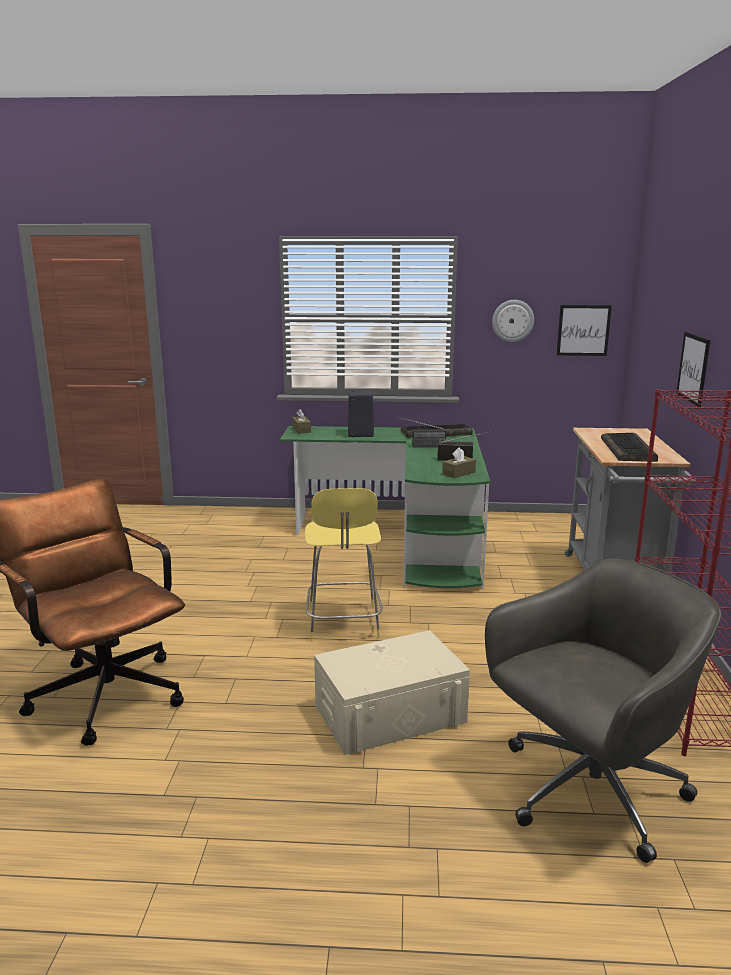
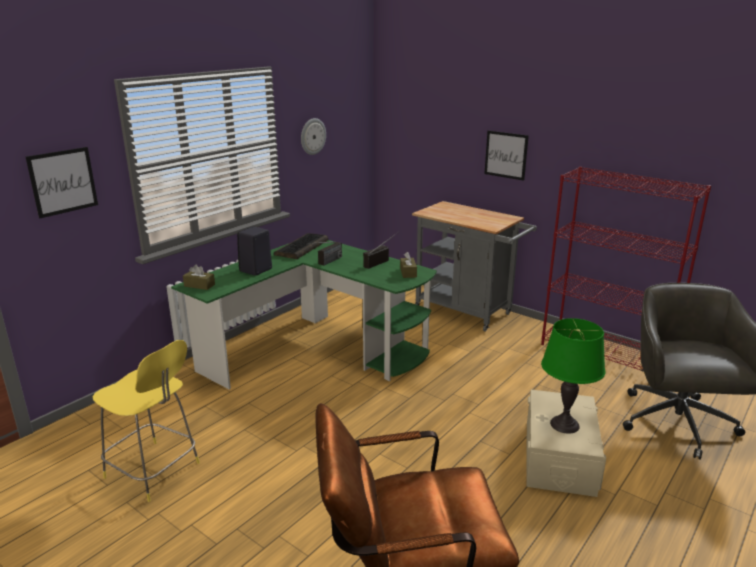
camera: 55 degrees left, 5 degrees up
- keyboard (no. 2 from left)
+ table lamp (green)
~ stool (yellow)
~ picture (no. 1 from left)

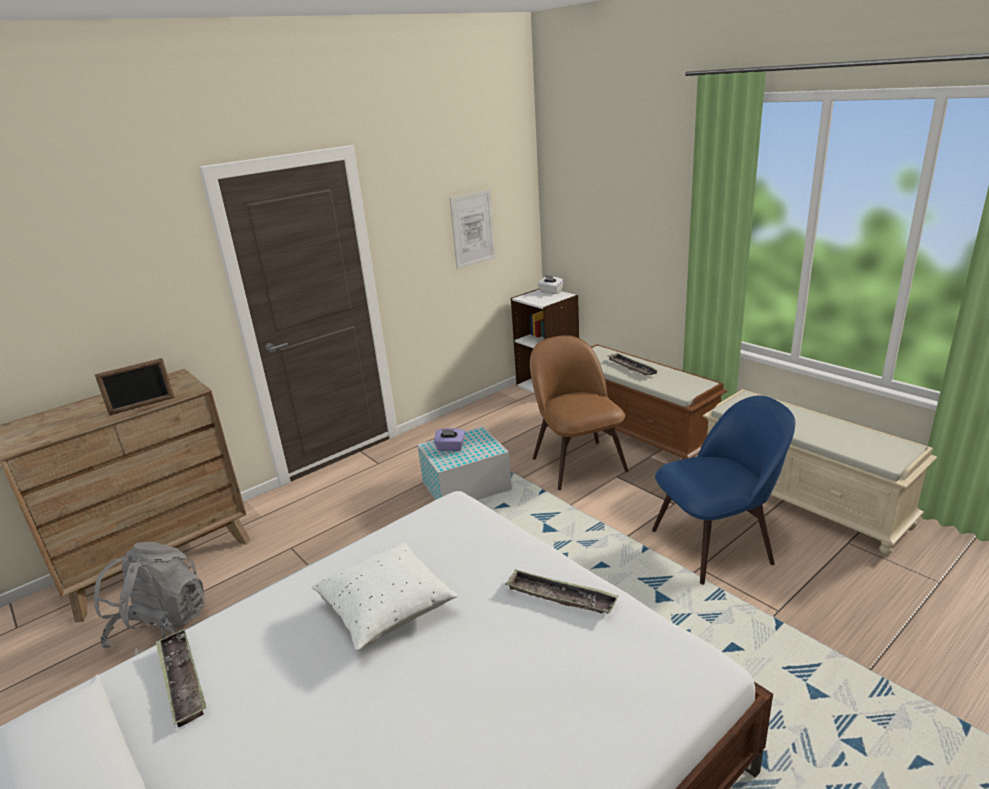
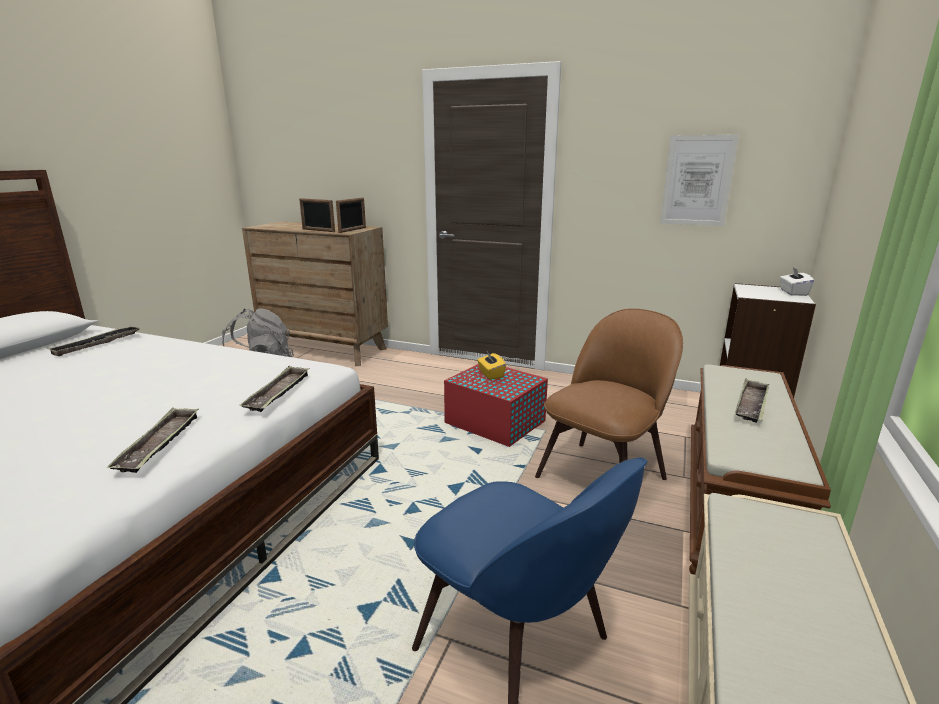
camera: 60 degrees right, 5 degrees down
- pillow (white)
+ tray (no. 3 from left)
+ picture frame (no. 2 from left)
~ storage box (white) to storage box (red)
~ tissue box (purple) to tissue box (yellow)

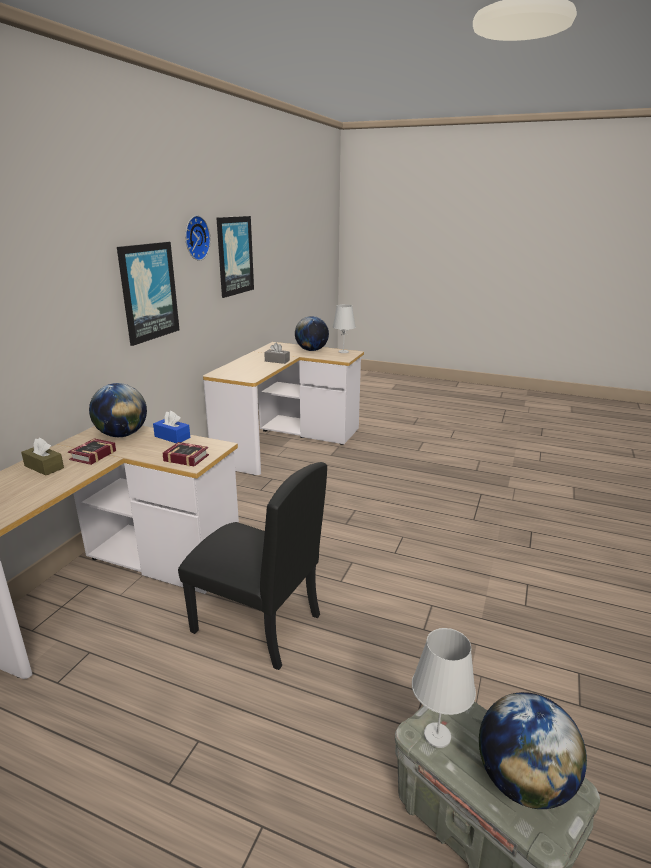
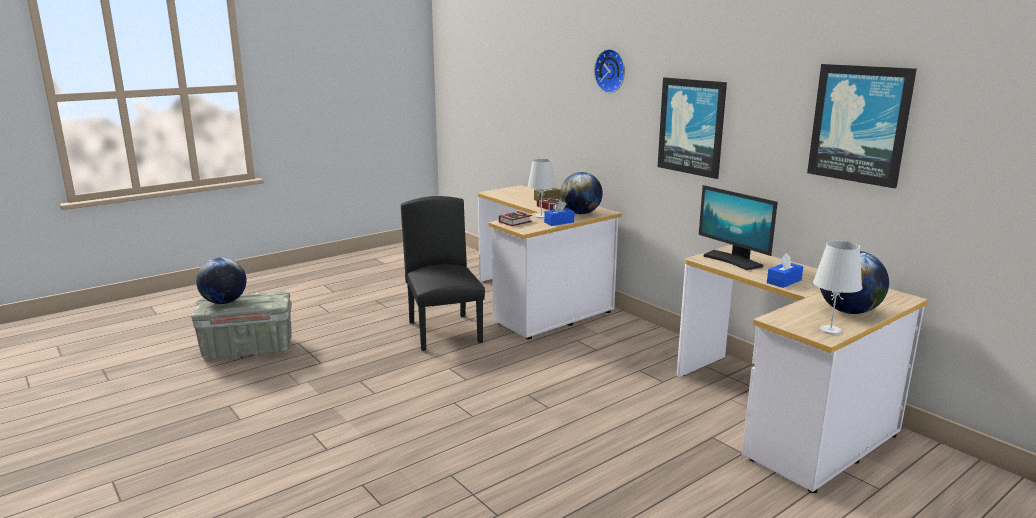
camera: 120 degrees right, 5 degrees down
+ monitor
~ wall clock
~ table lamp (white) (no. 2 from left in the first image) to table lamp (white) (no. 1 from left)
~ tissue box (grey) to tissue box (blue) (no. 2 from left)
~ chair (black) 105 degrees clockwise

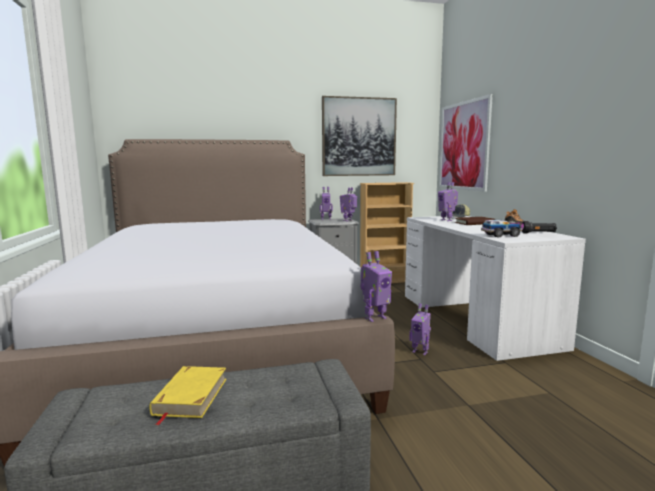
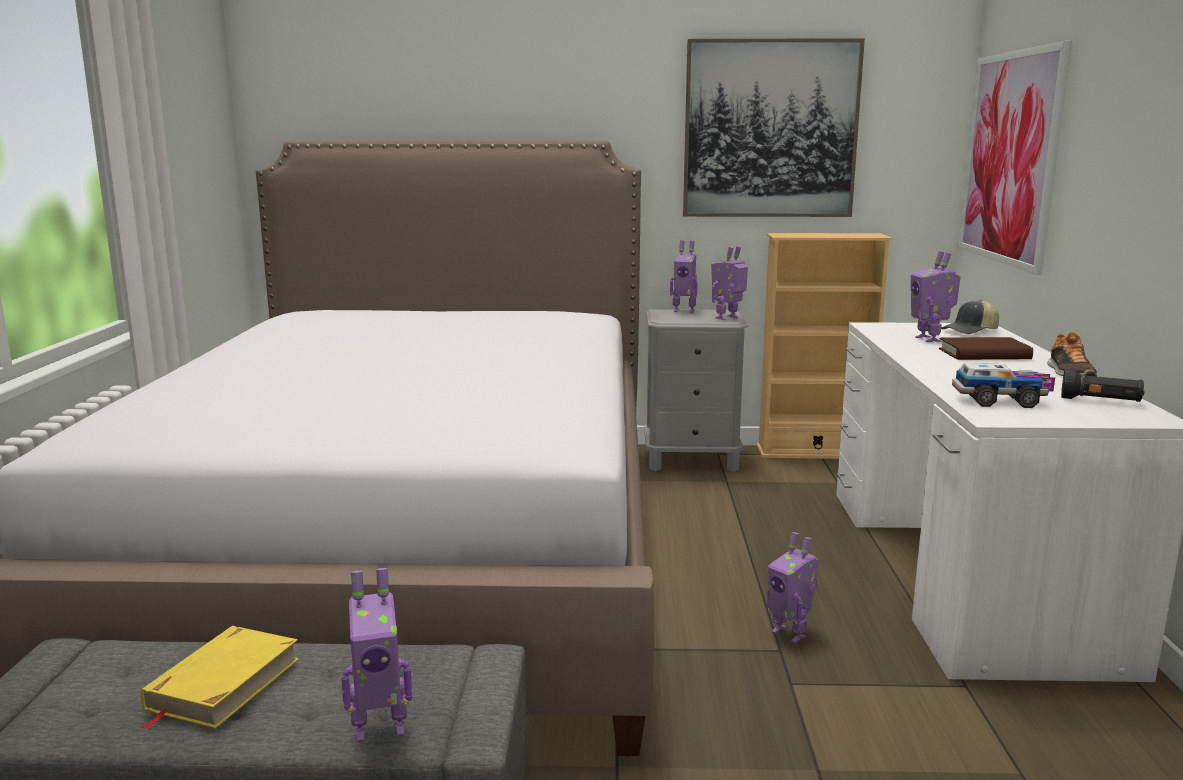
camera: 15 degrees right, 5 degrees up
~ toy robot (no. 3 from left in the first image) to toy robot (no. 1 from left)

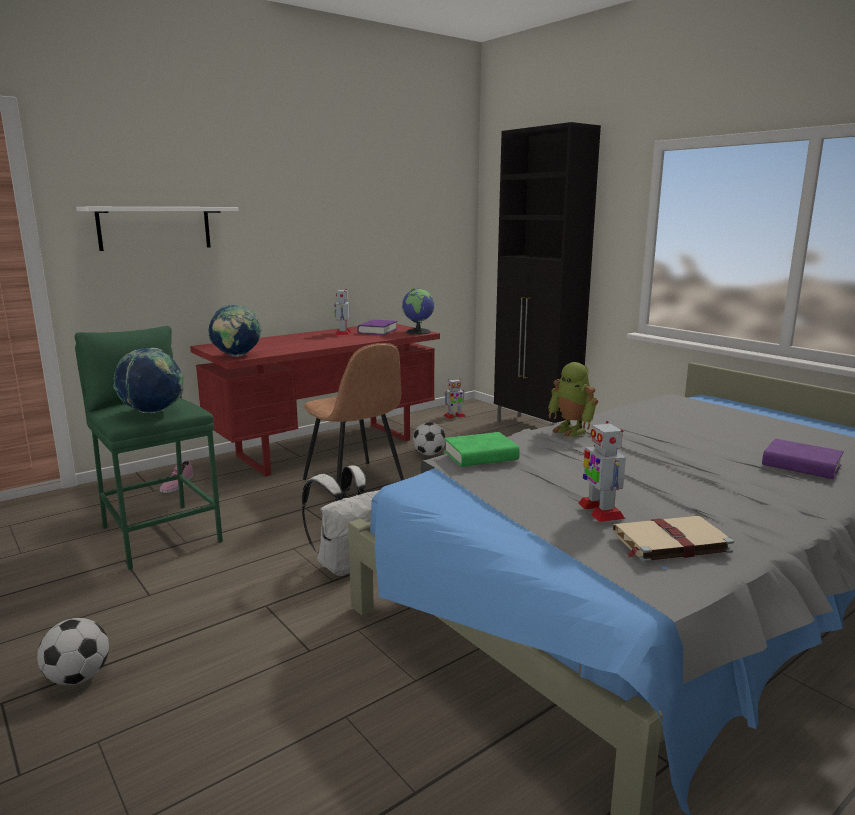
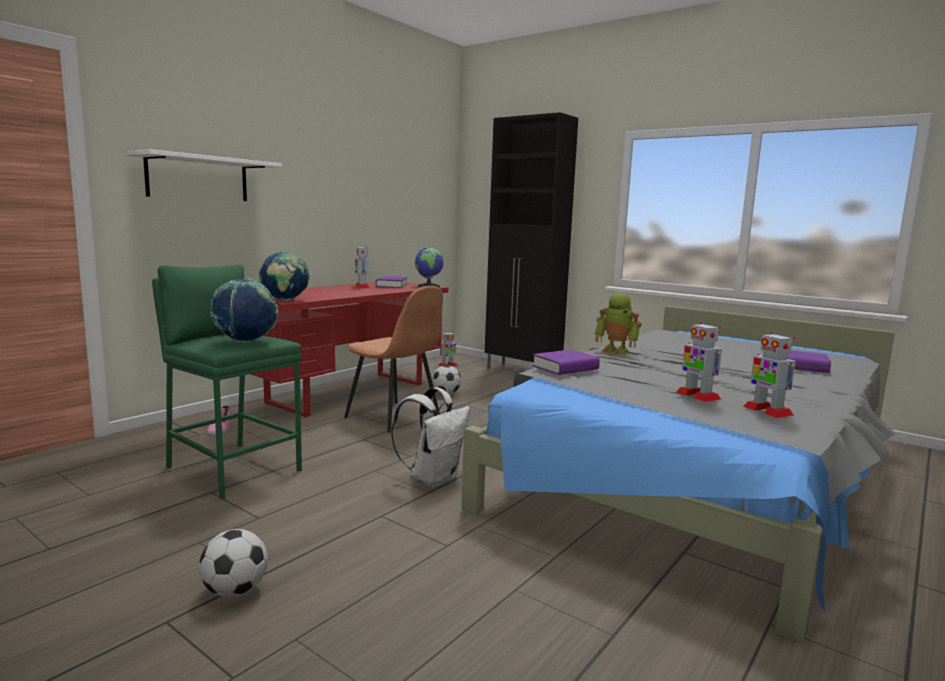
camera: 15 degrees left, 5 degrees down
~ book (beige) to toy robot (no. 5 from left)
~ book (green) to book (purple) (no. 2 from left)

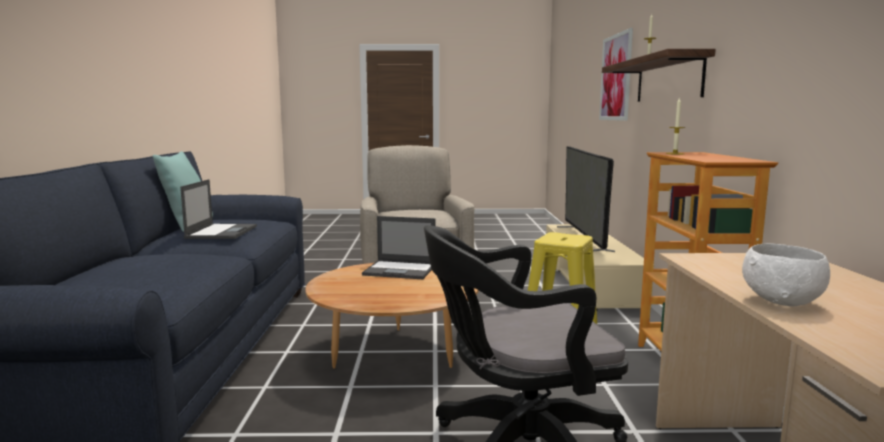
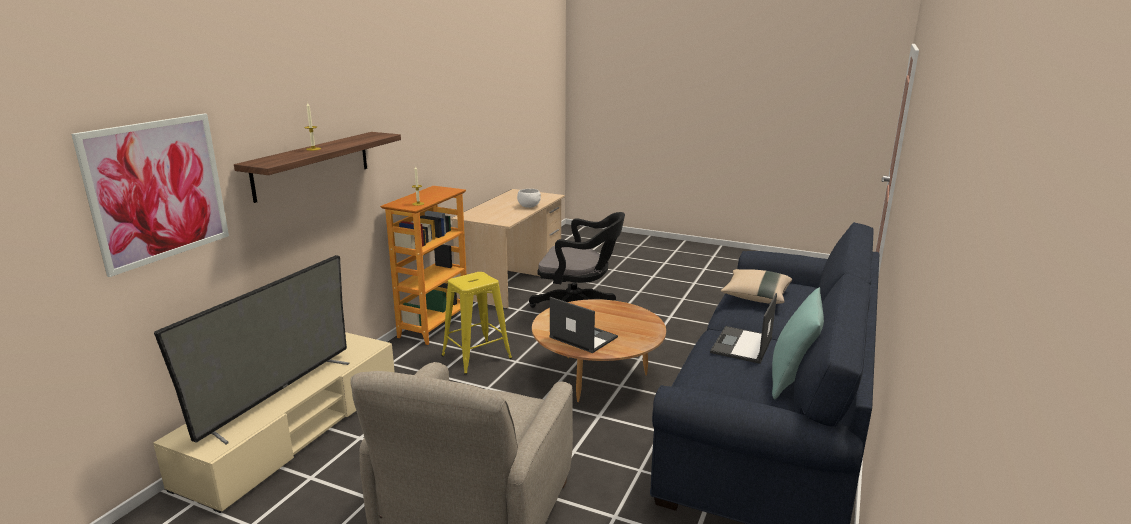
camera: 155 degrees left, 10 degrees up
+ pillow (beige)

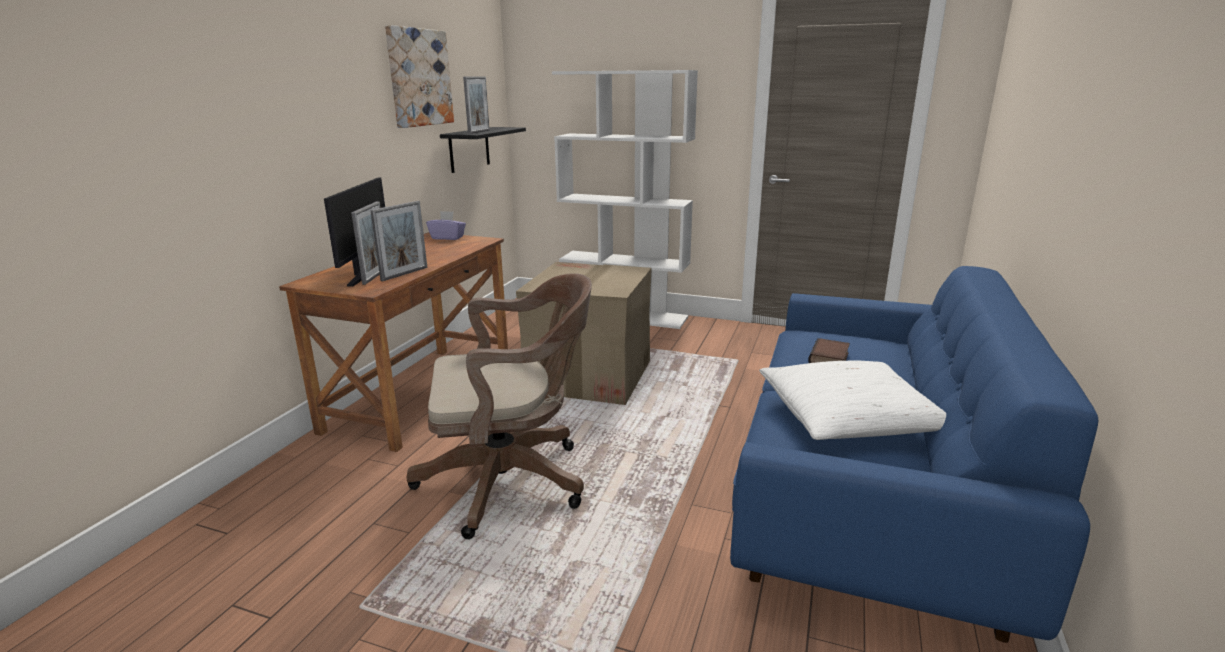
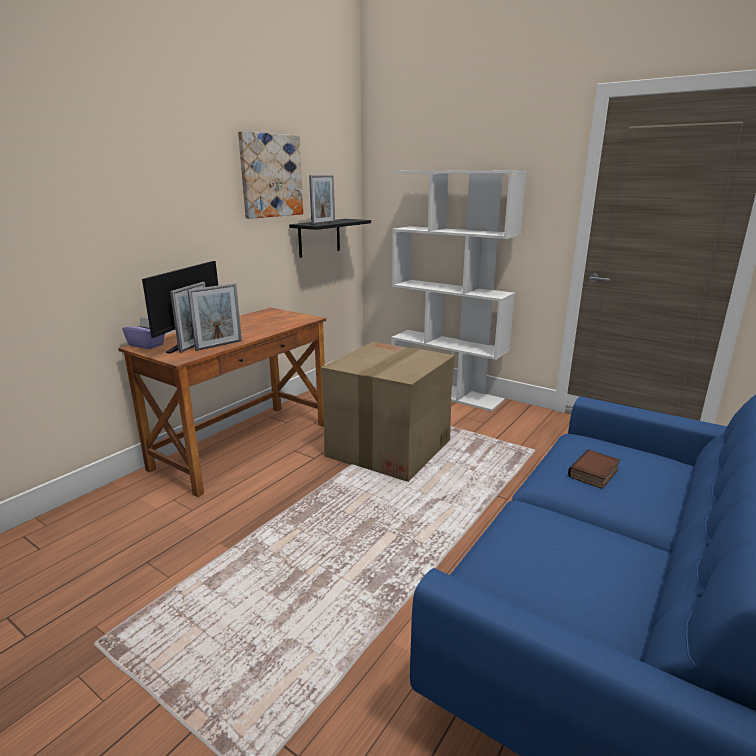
camera: 15 degrees right, 0 degrees up
- office chair (brown)
- pillow (white)
~ tissue box (purple)

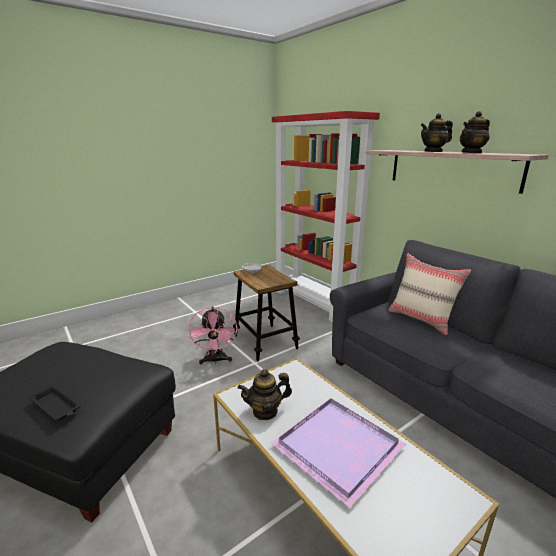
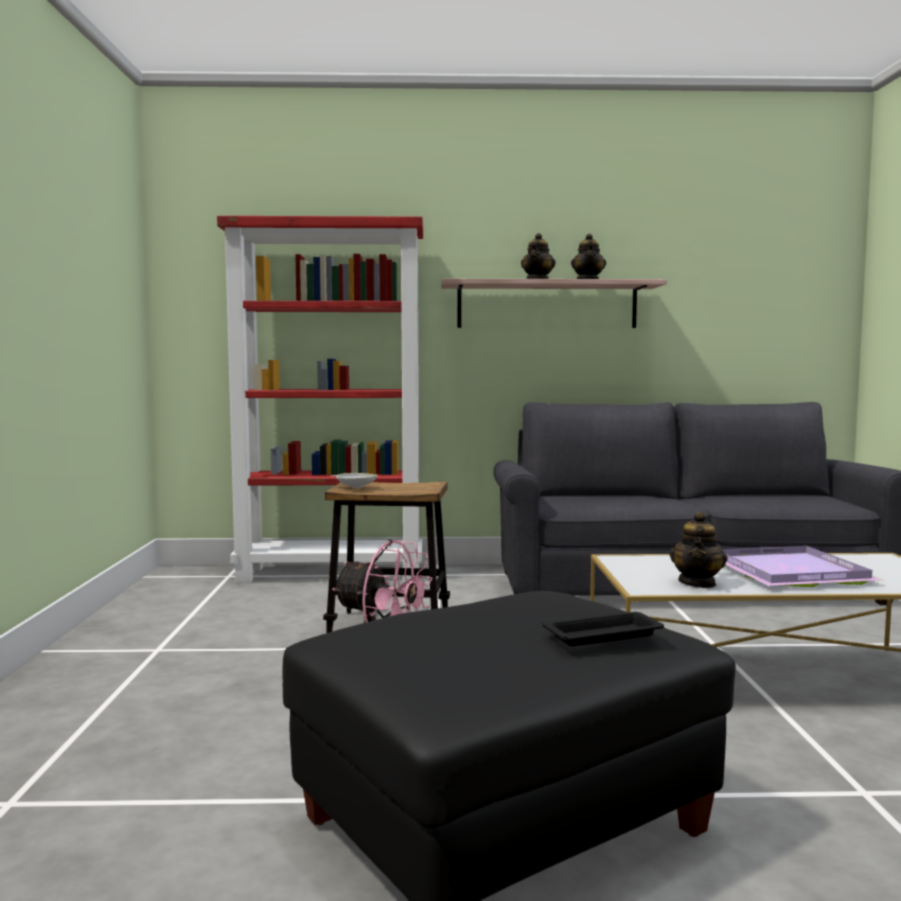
camera: 55 degrees left, 15 degrees down
- pillow (beige)

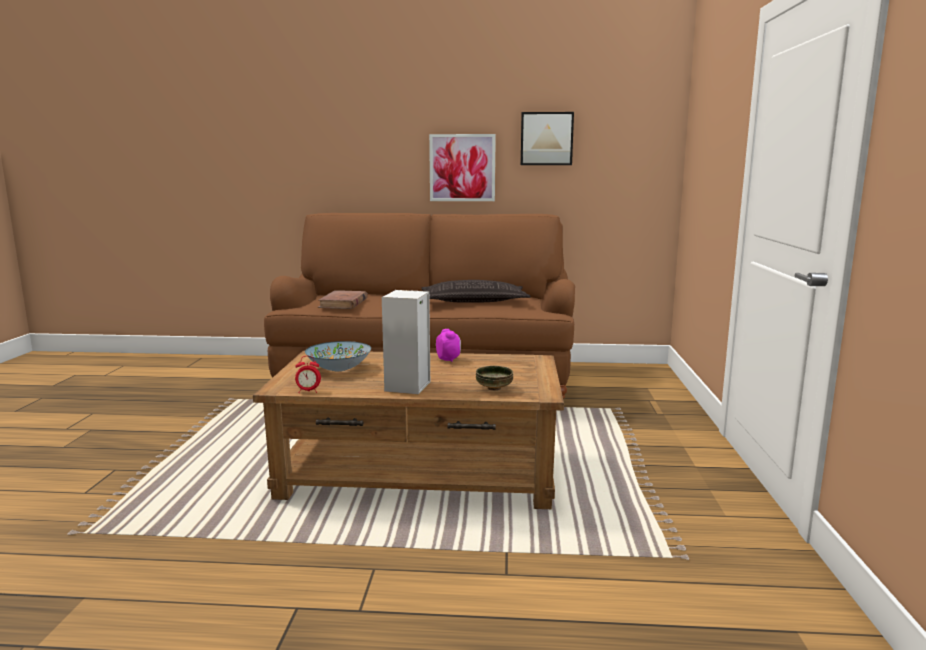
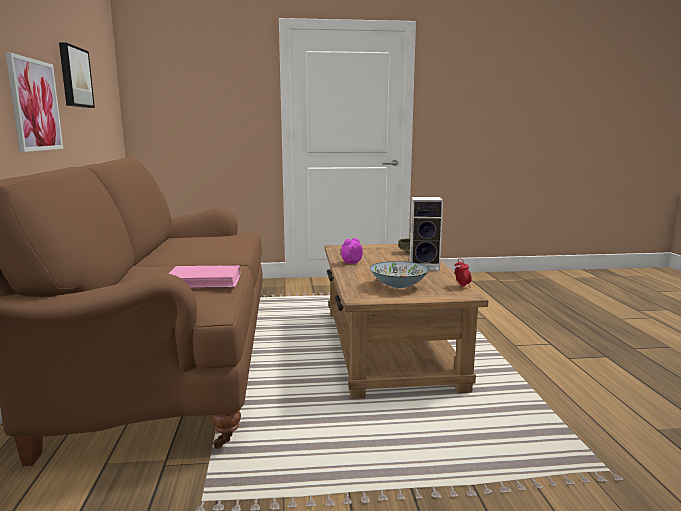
camera: 100 degrees left, 0 degrees up
- pillow
~ book (brown) to book (pink)

